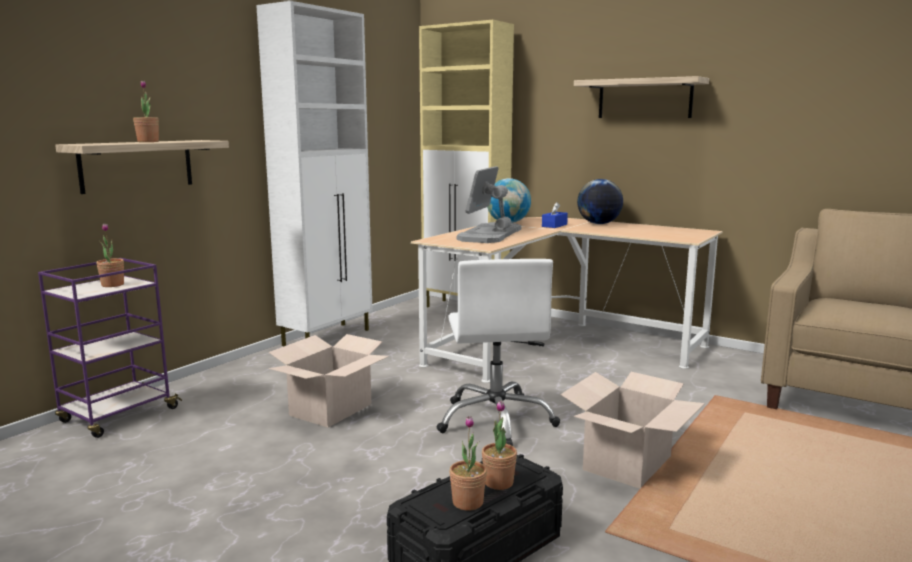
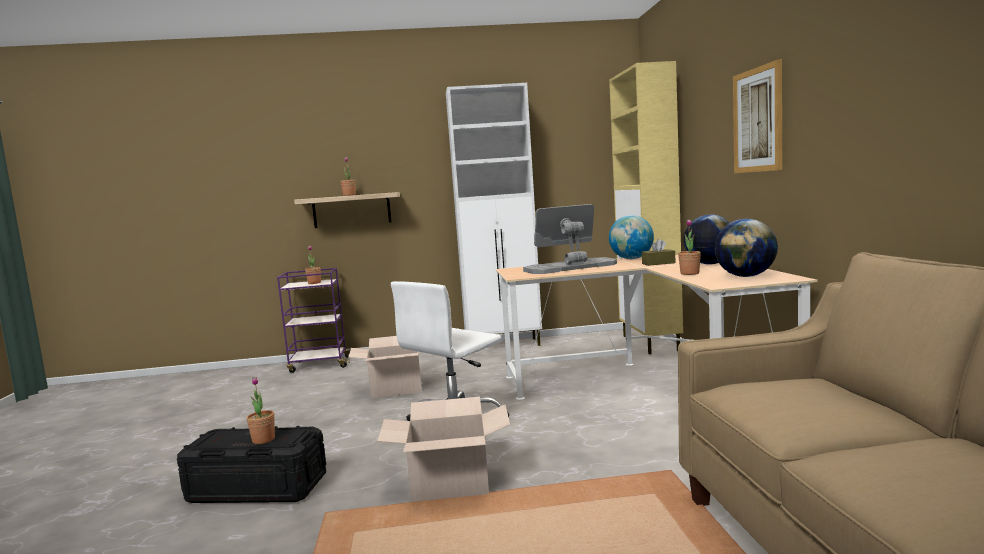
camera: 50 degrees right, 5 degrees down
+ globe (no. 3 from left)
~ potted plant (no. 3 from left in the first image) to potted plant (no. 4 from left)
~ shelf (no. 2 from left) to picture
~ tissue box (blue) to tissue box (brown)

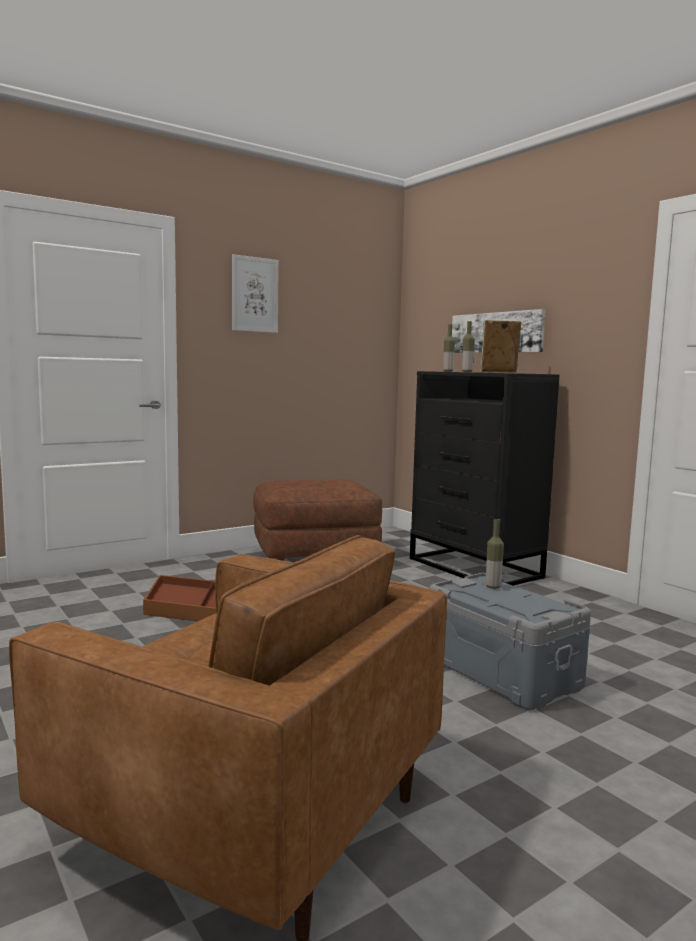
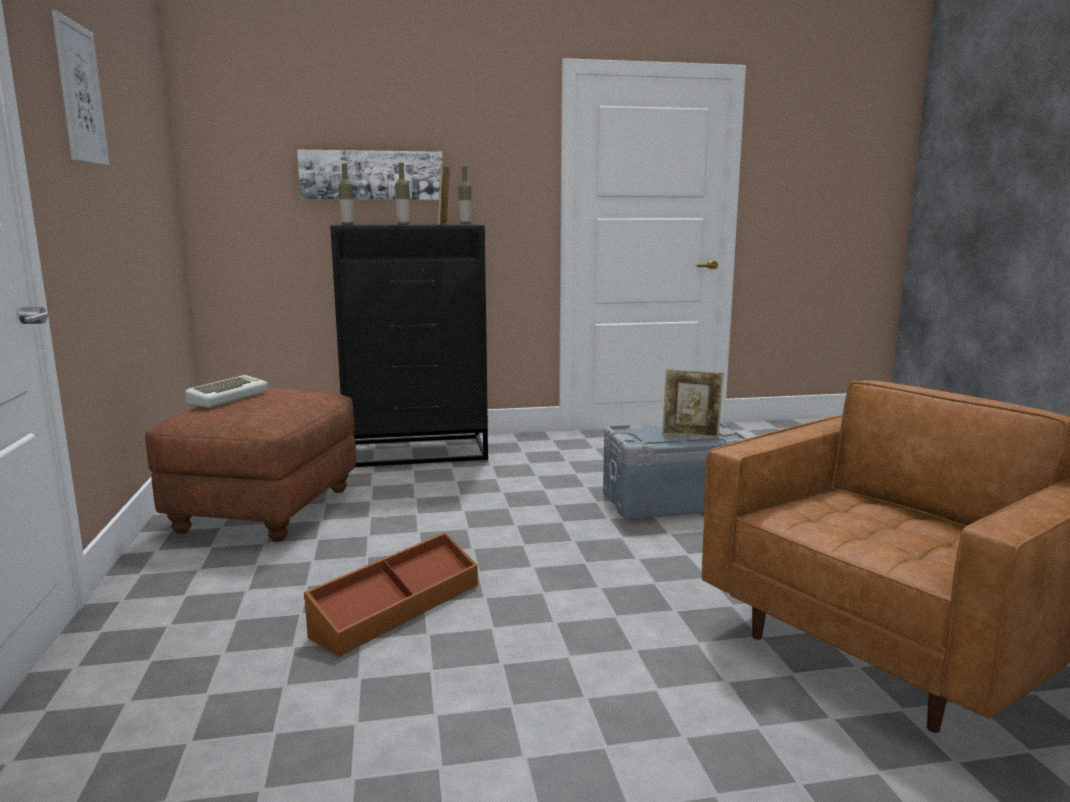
camera: 65 degrees left, 5 degrees up
+ keyboard
+ picture frame (no. 2 from left)
~ bottle (no. 3 from left)

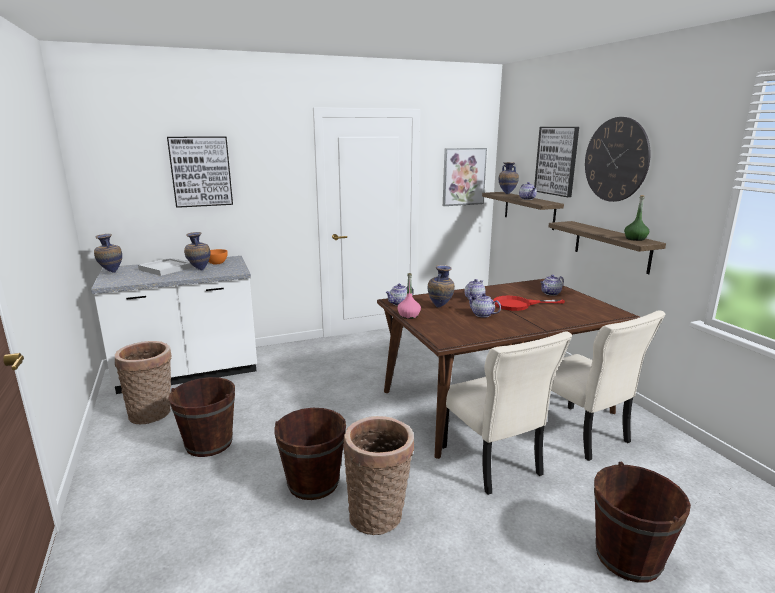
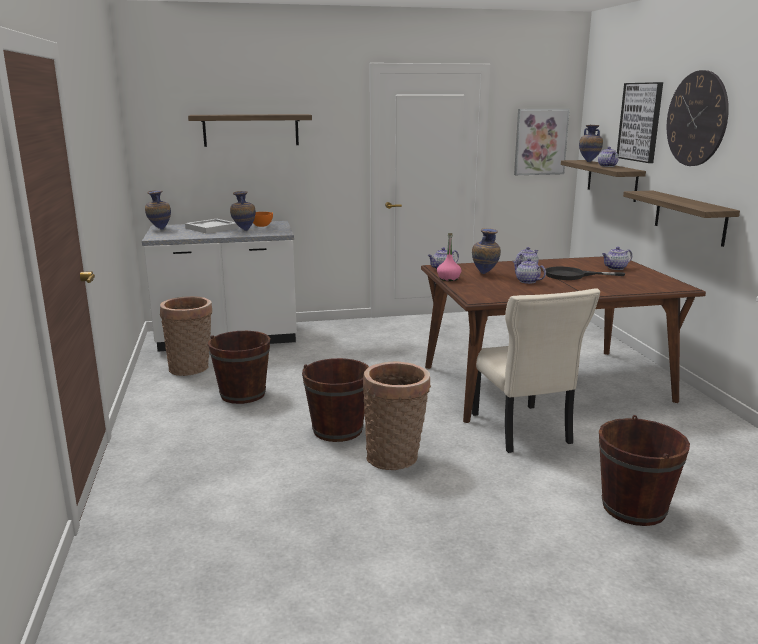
camera: 10 degrees right, 0 degrees up
- chair (beige) (no. 2 from left)
- bottle (green)
~ picture (no. 1 from left) to shelf (no. 1 from left)
~ frying pan (red) to frying pan (black)

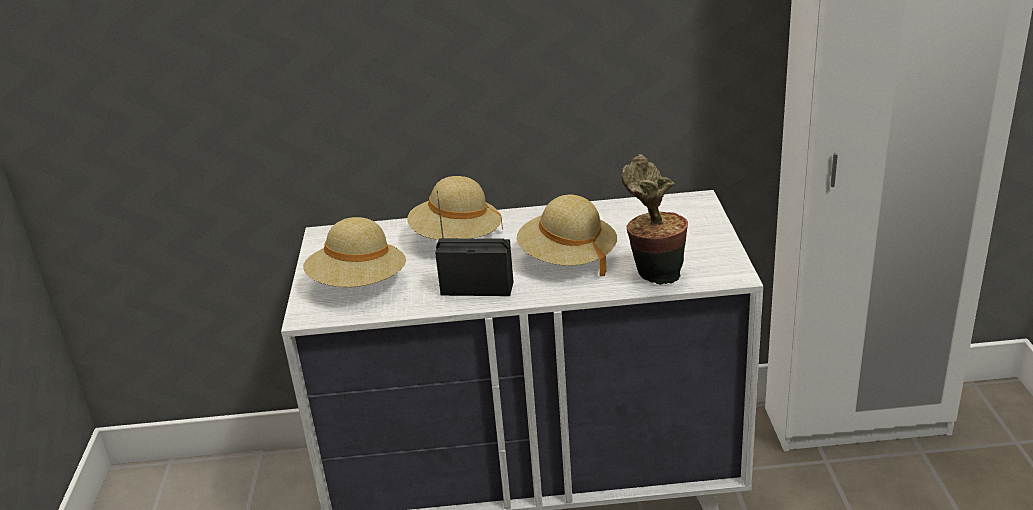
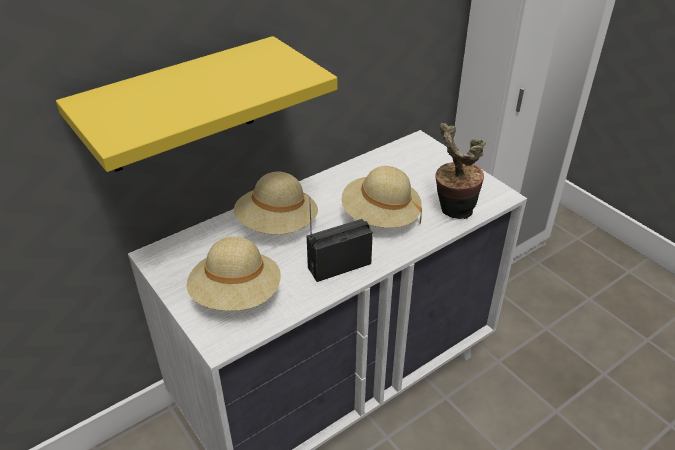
camera: 35 degrees left, 10 degrees up
+ shelf (yellow)

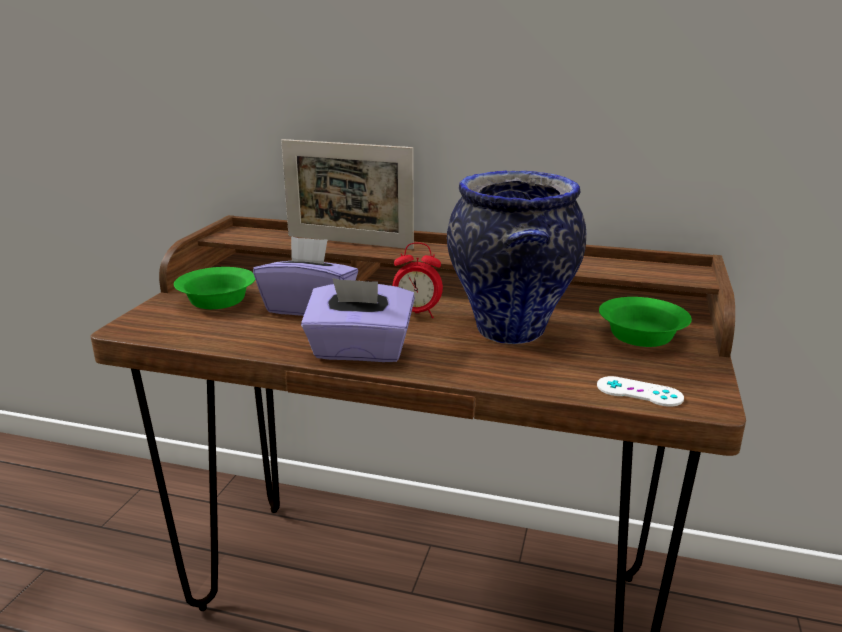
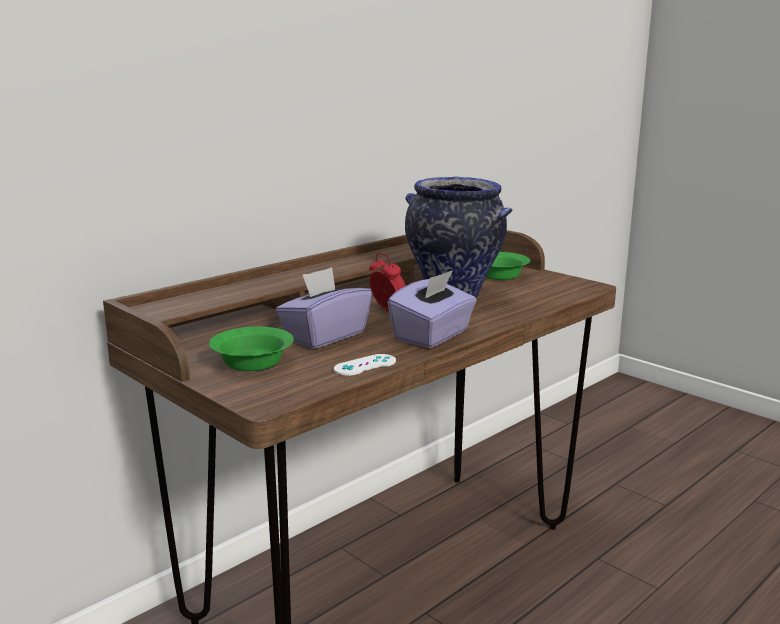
camera: 60 degrees left, 5 degrees down
- picture frame
~ game controller (white)
~ alarm clock 75 degrees counterclockwise

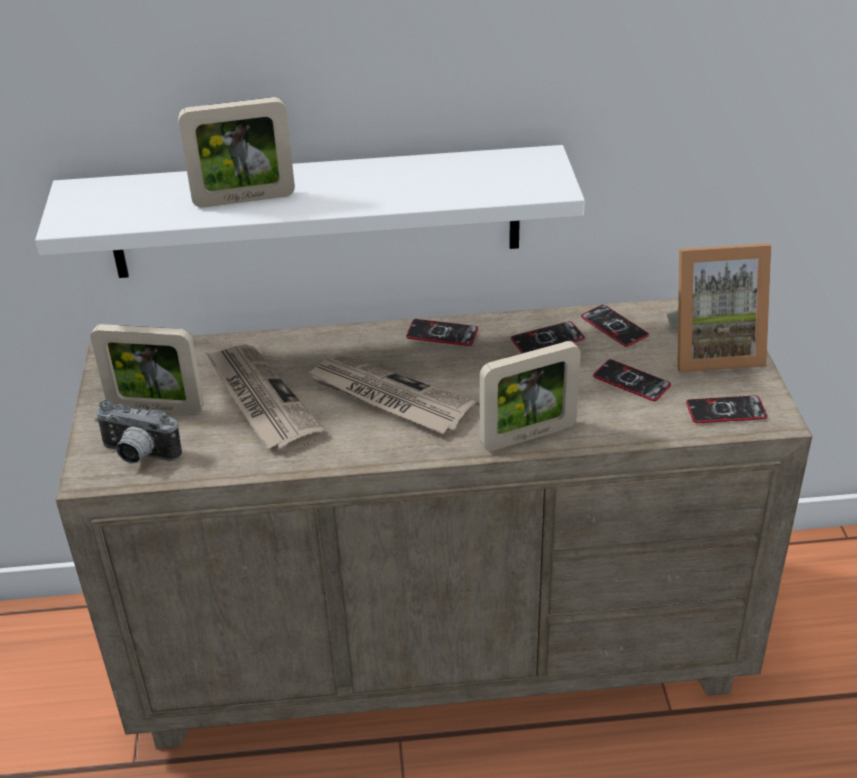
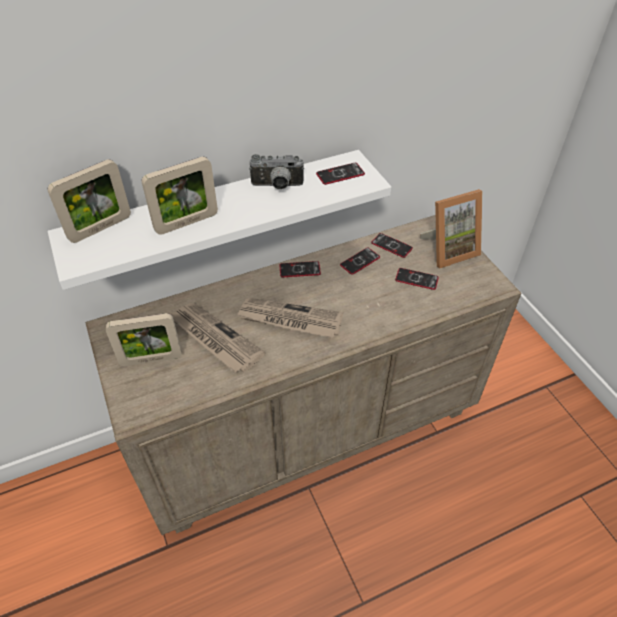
camera: 20 degrees left, 10 degrees up
~ photo camera
~ picture frame (no. 3 from left in the first image) to picture frame (no. 1 from left)
~ phone (no. 5 from left in the first image) to phone (no. 2 from left)

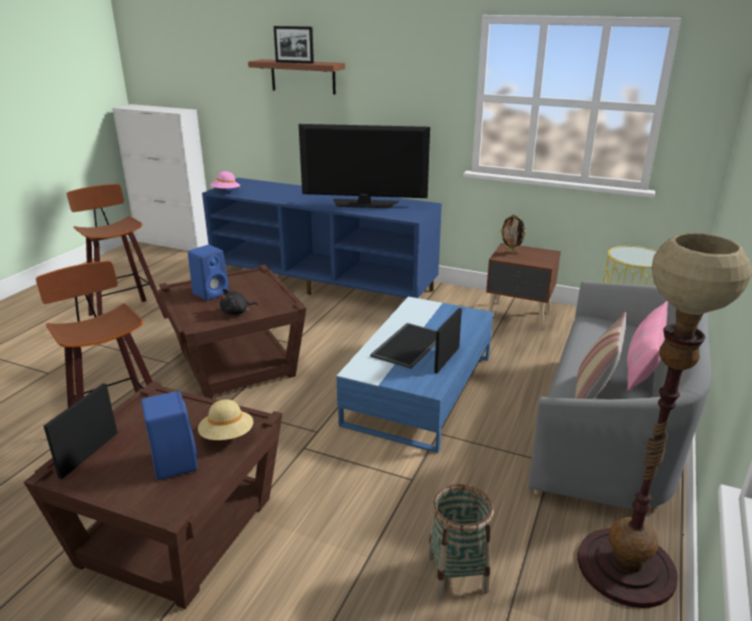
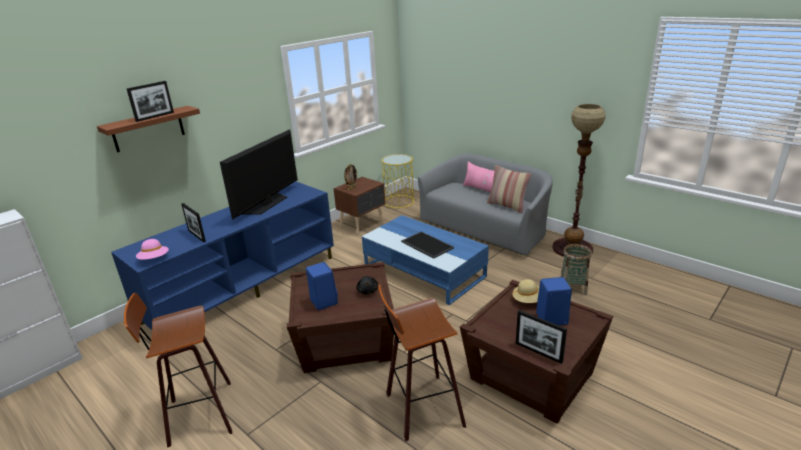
camera: 70 degrees left, 0 degrees up
~ picture frame (no. 3 from left in the first image) to picture frame (no. 2 from left)

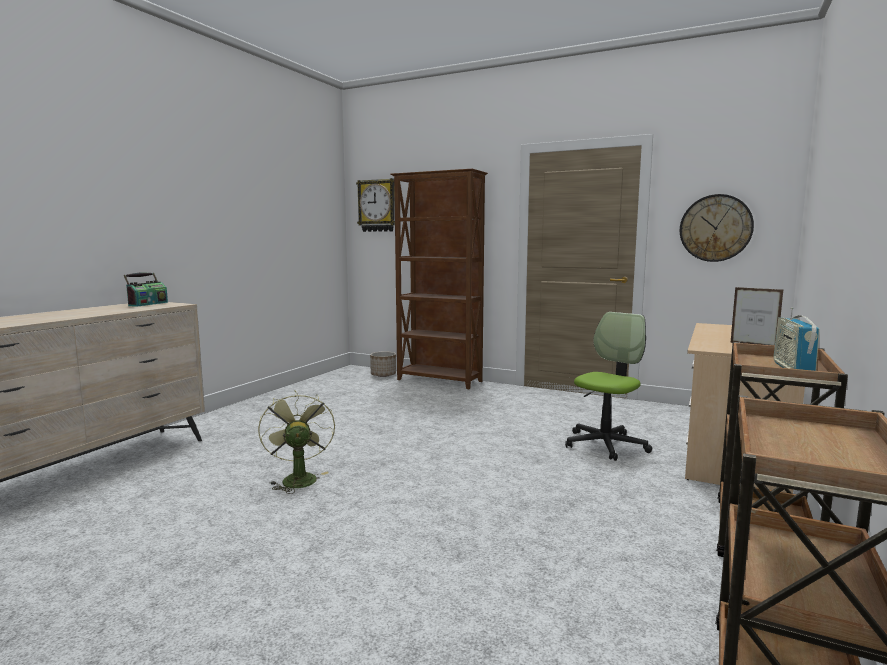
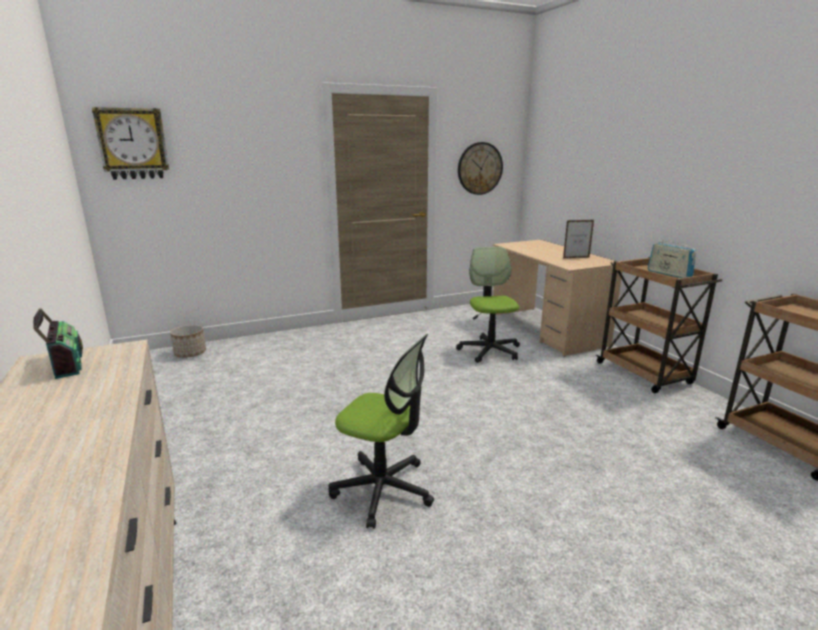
camera: 50 degrees left, 10 degrees up
- bookcase (brown)
~ fan (green) to office chair (no. 1 from left)

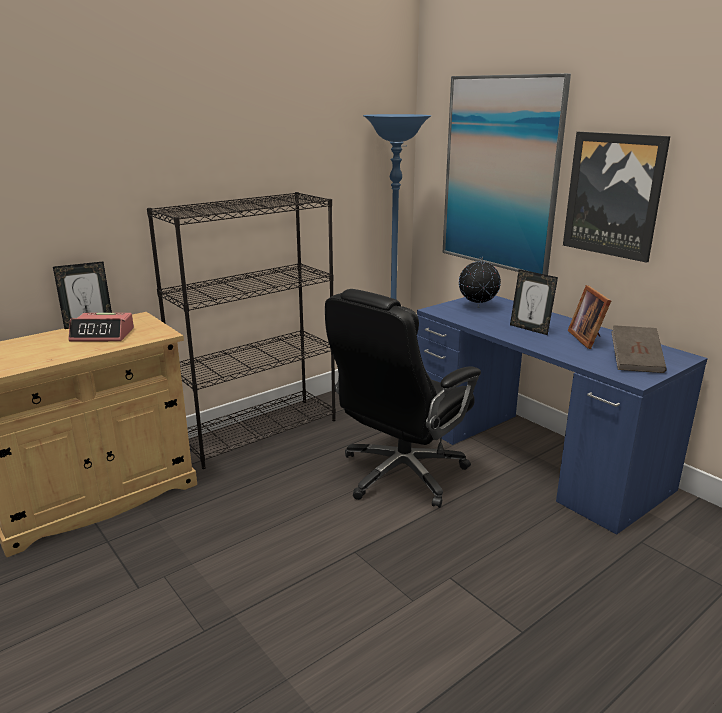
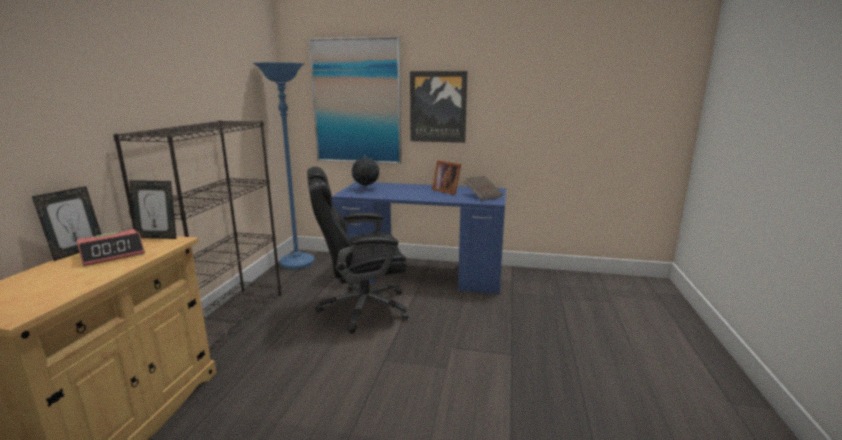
camera: 40 degrees left, 5 degrees down
~ picture frame (no. 2 from left)
~ office chair (black) 75 degrees clockwise

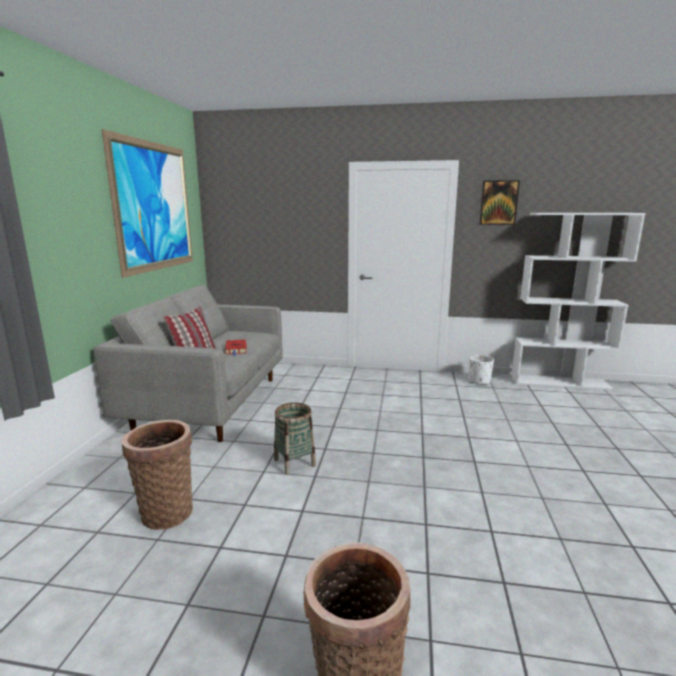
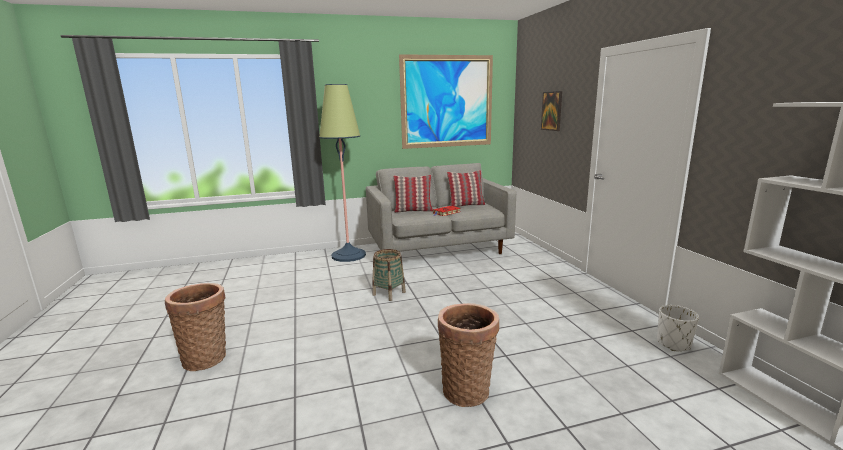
camera: 65 degrees right, 0 degrees up
+ floor lamp
+ pillow (no. 2 from left)
~ basket (no. 1 from left in the first image) to basket (no. 3 from left)
~ picture (no. 2 from left)

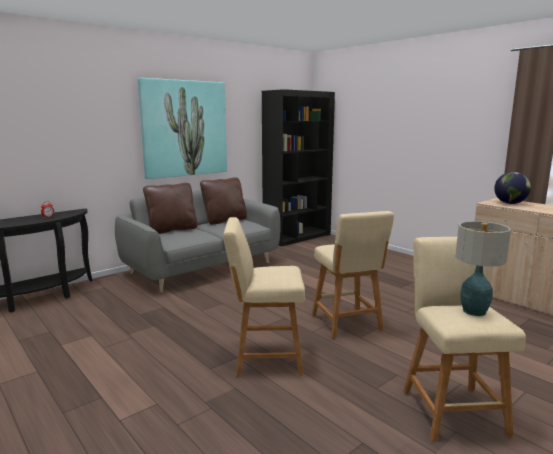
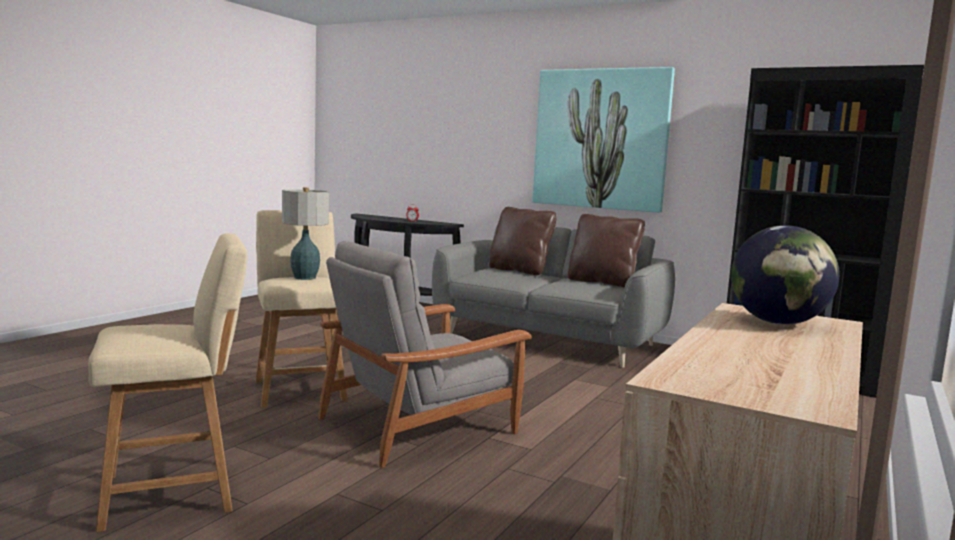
camera: 70 degrees right, 5 degrees down
~ table lamp
~ stool (beige) (no. 2 from left) to armchair (grey)

